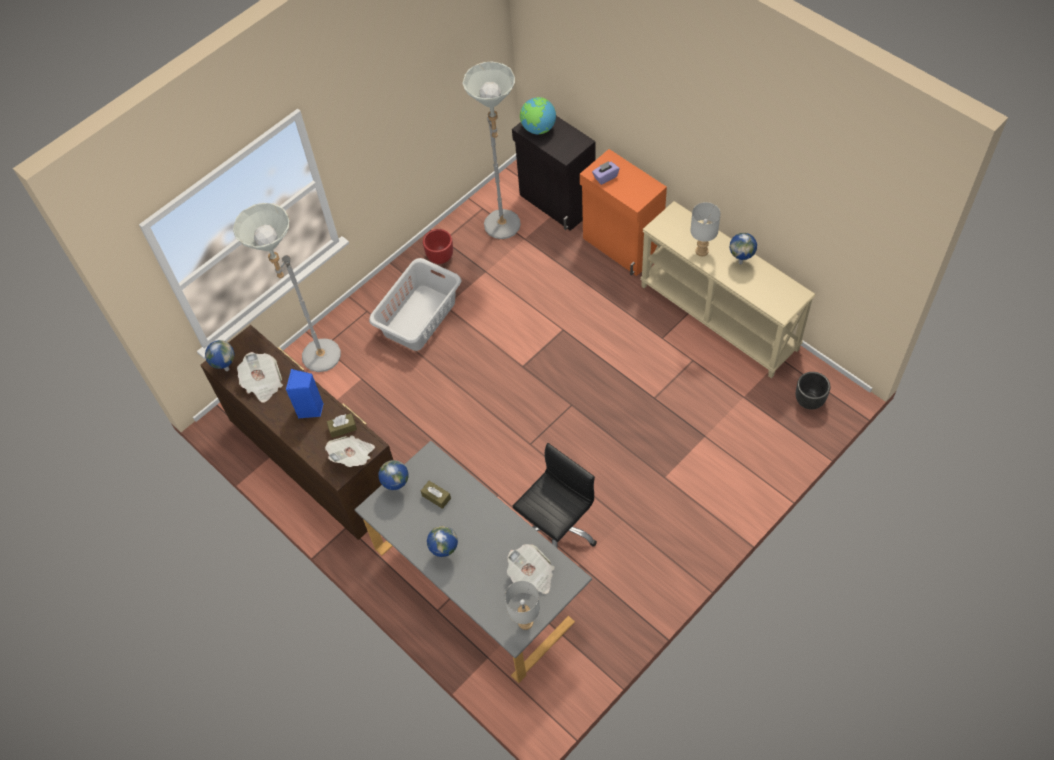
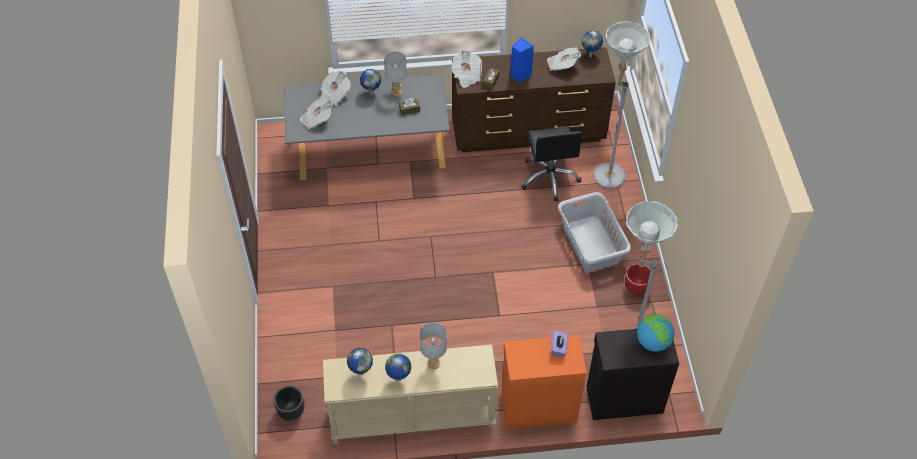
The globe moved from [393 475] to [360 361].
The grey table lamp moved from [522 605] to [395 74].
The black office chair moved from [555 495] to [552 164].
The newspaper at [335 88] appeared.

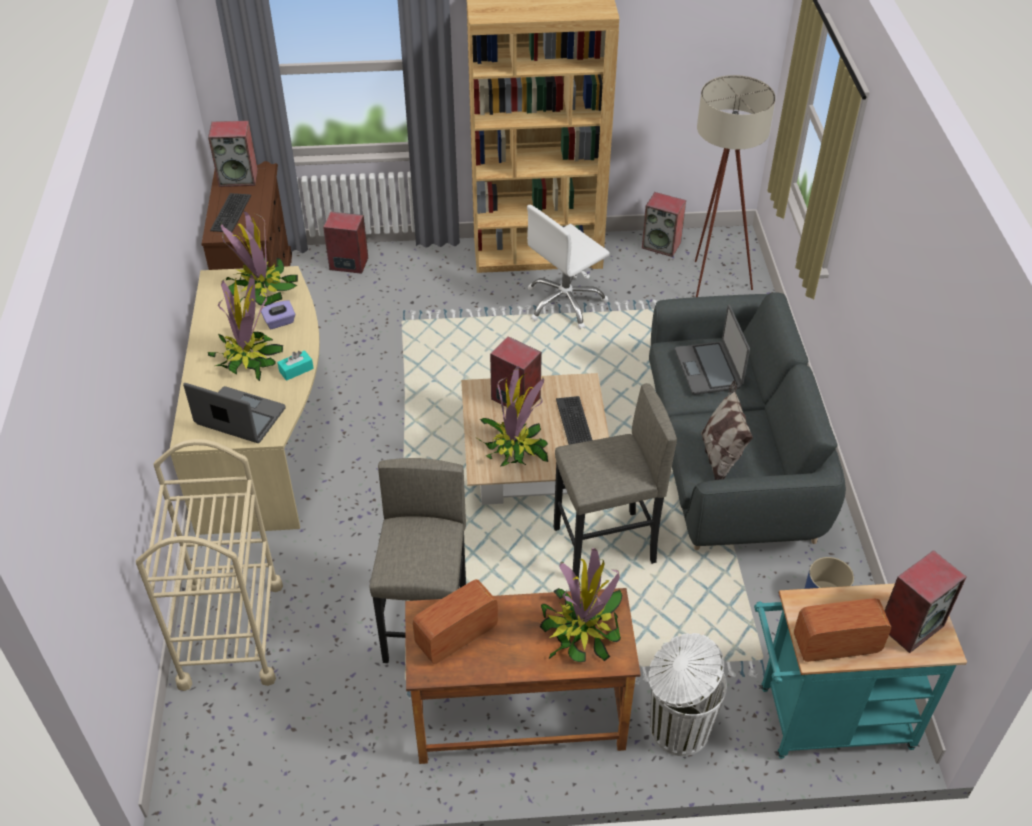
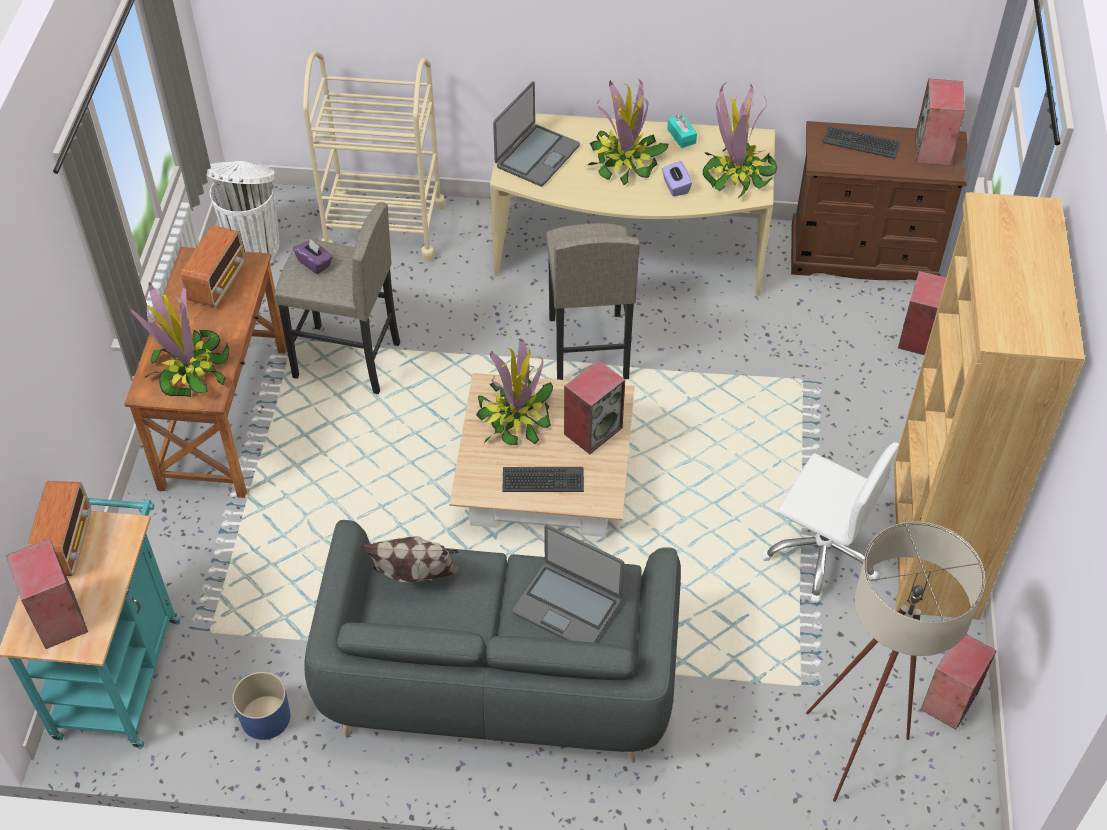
The turquoise tissue box moved from [295 365] to [682 131].
The radio at [455 621] turned 45 degrees clockwise.
The white office chair at [568 267] turned 150 degrees clockwise.
The grey stool moved from [615 480] to [593 301].
The white trash can moved from [687 694] to [242 210].
The laptop at [712 350] turned 150 degrees counterclockwise.
The purple tissue box at [313 256] appeared.

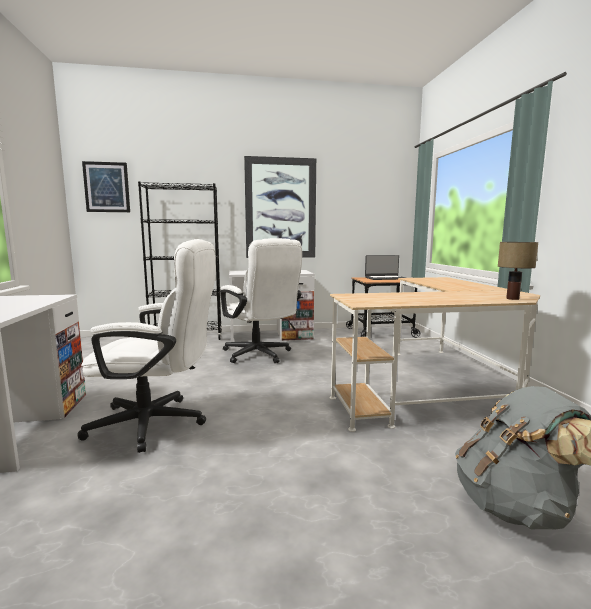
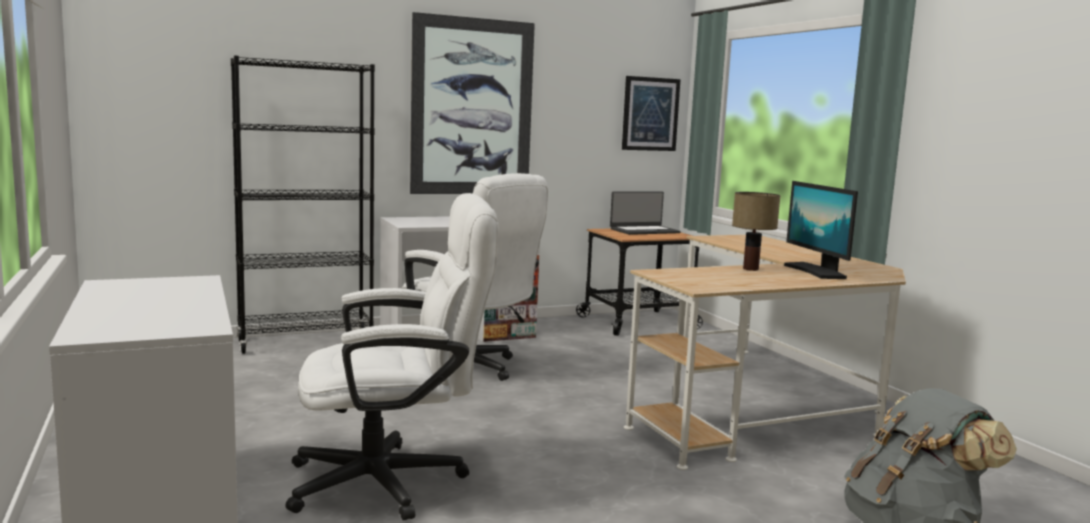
The picture moved from [106 186] to [651 113].
The table lamp moved from [518 271] to [756 231].
The monitor at [821 230] appeared.

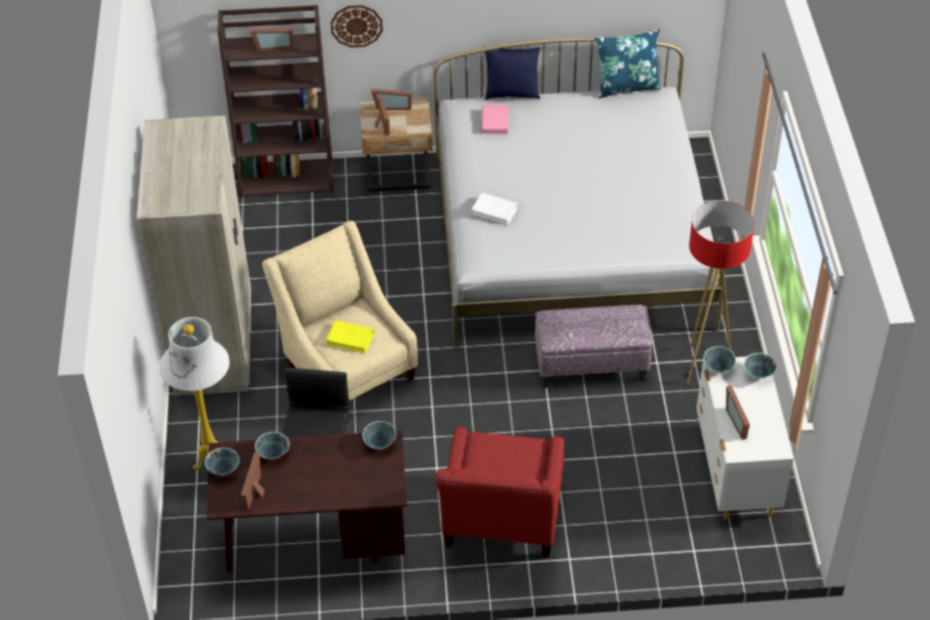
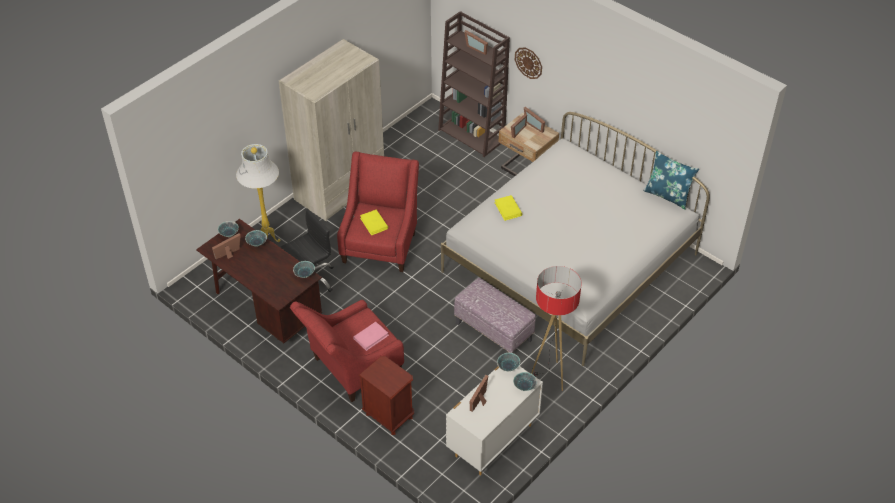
The beige armchair at [340 310] became the red armchair at [378 211].
The white book at [494 209] became the yellow book at [508 208].
The pink book moved from [495 119] to [371 336].
The blue pillow at [512 74] disappeared.
The brown nightstand at [386 395] appeared.

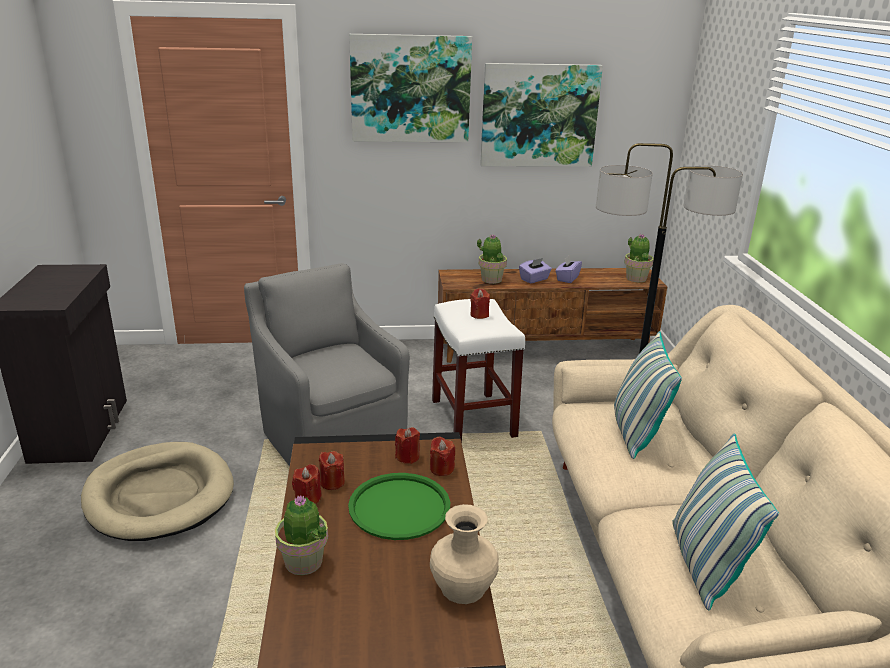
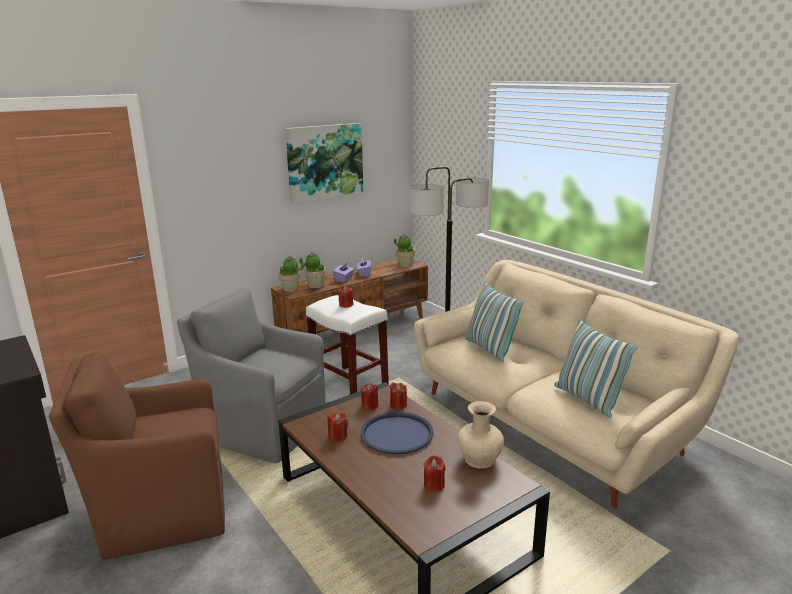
The beige dog bed at [157 491] was replaced by the brown armchair at [137 456].
The potted plant moved from [301 535] to [291 273].
The red candle moved from [307 484] to [434 473].
The green tray at [399 506] became the blue tray at [397 433].
The picture at [410 88] disappeared.

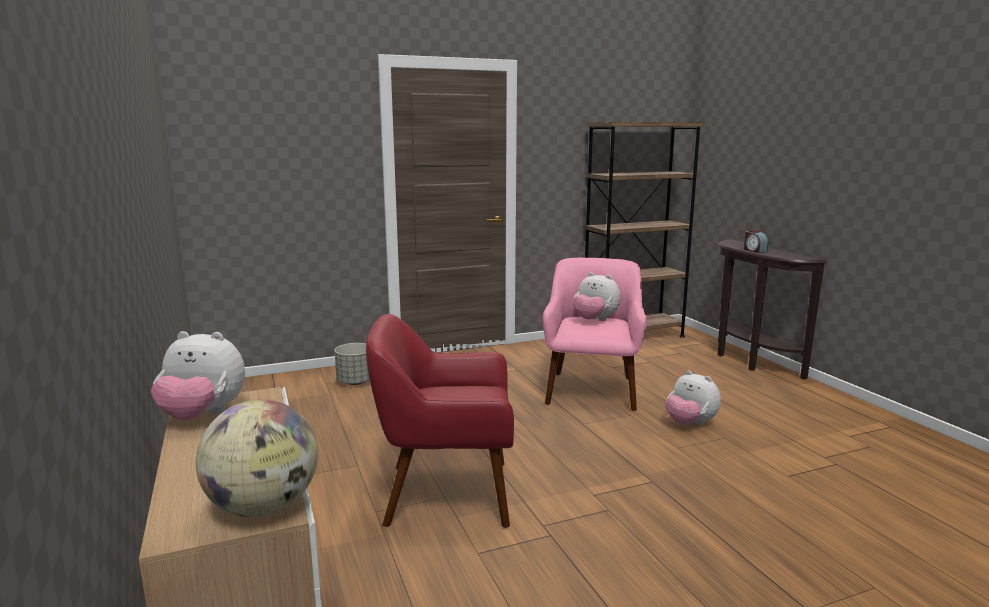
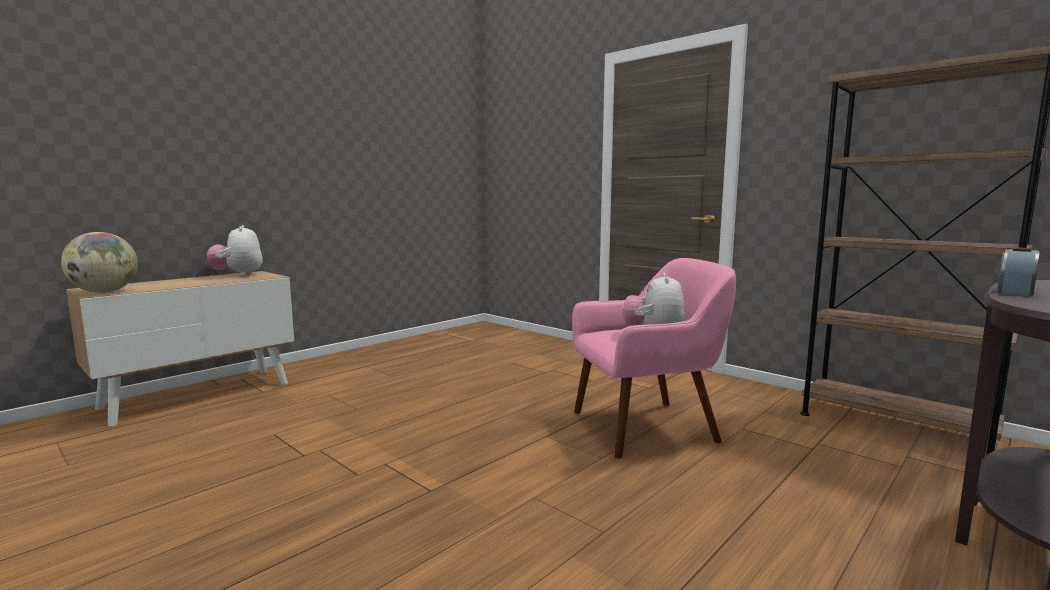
The grey planter at [352 364] disappeared.
The red armchair at [440 421] disappeared.
The plush toy at [693 398] disappeared.

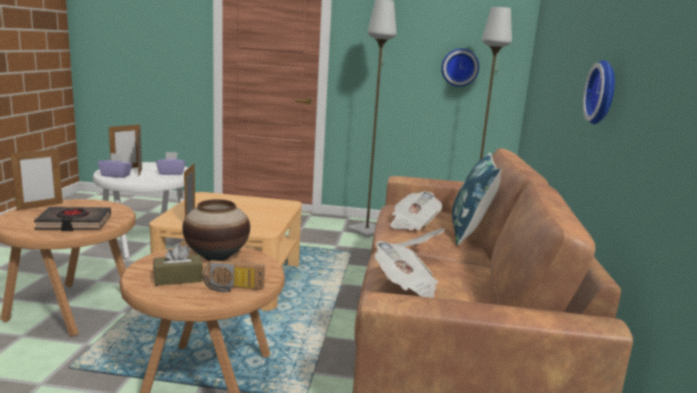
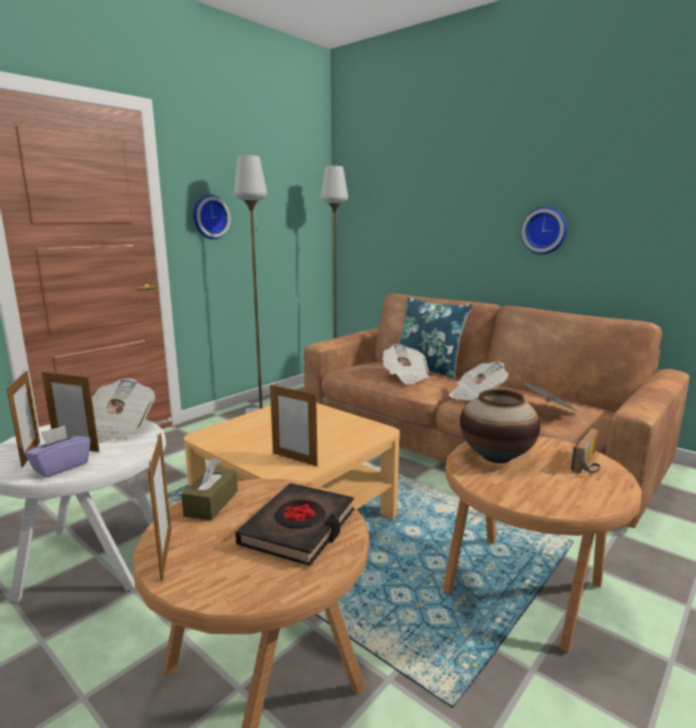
The brown tissue box moved from [178 264] to [209 489].
The purple tissue box at [171 163] was replaced by the newspaper at [123 410].
The wall clock moved from [460 68] to [212 217].

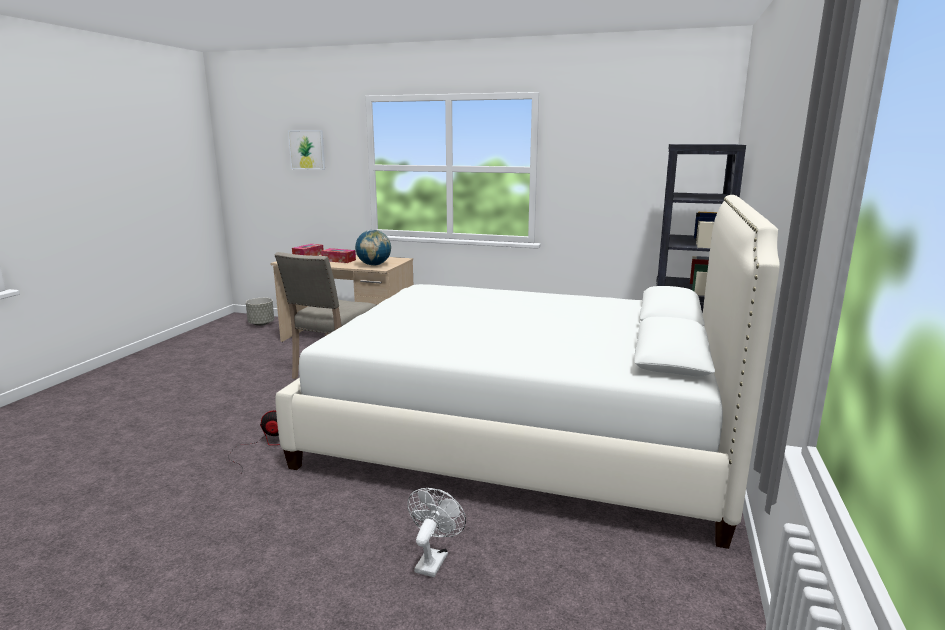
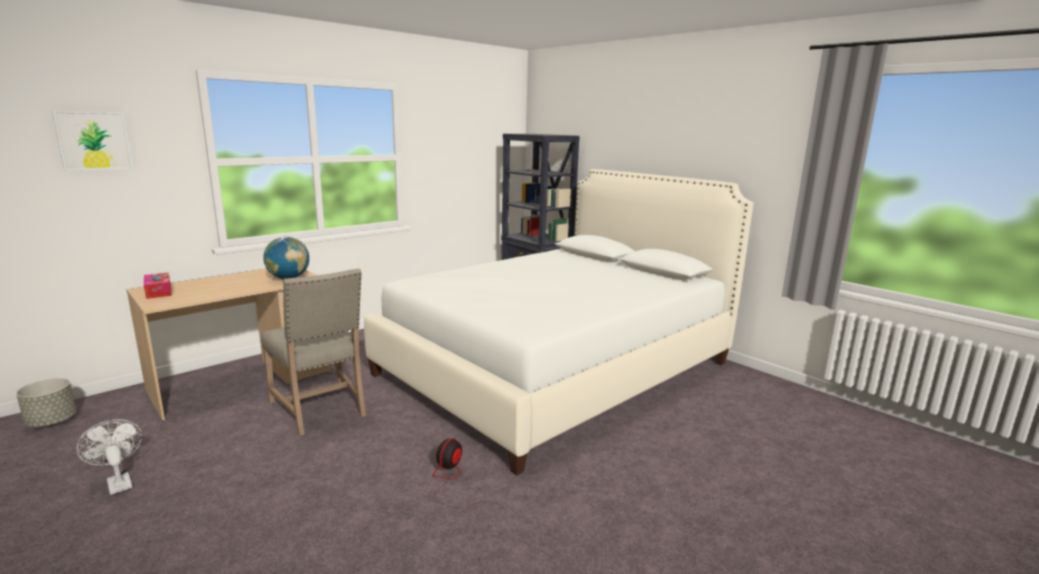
The tissue box at [338 255] disappeared.
The white fan moved from [436 532] to [109 457].

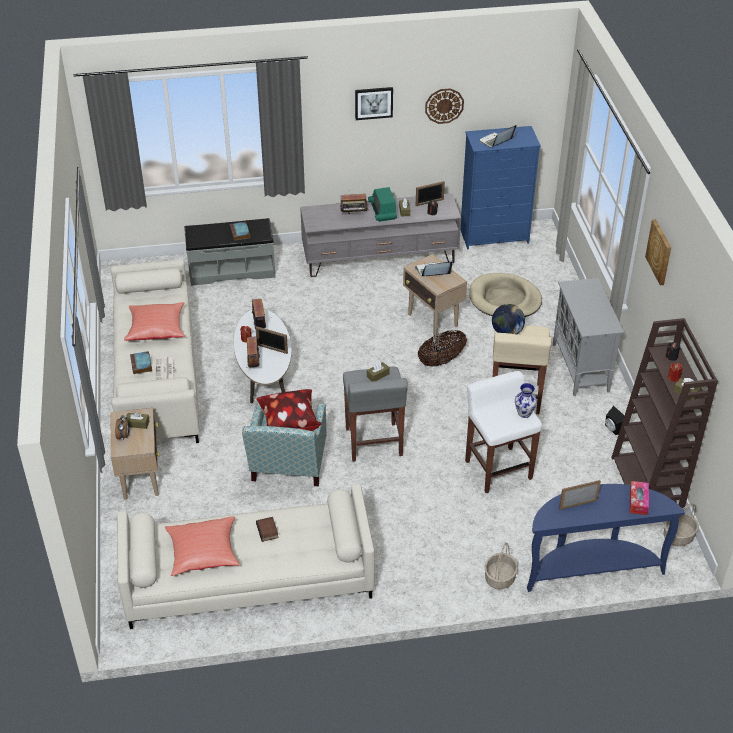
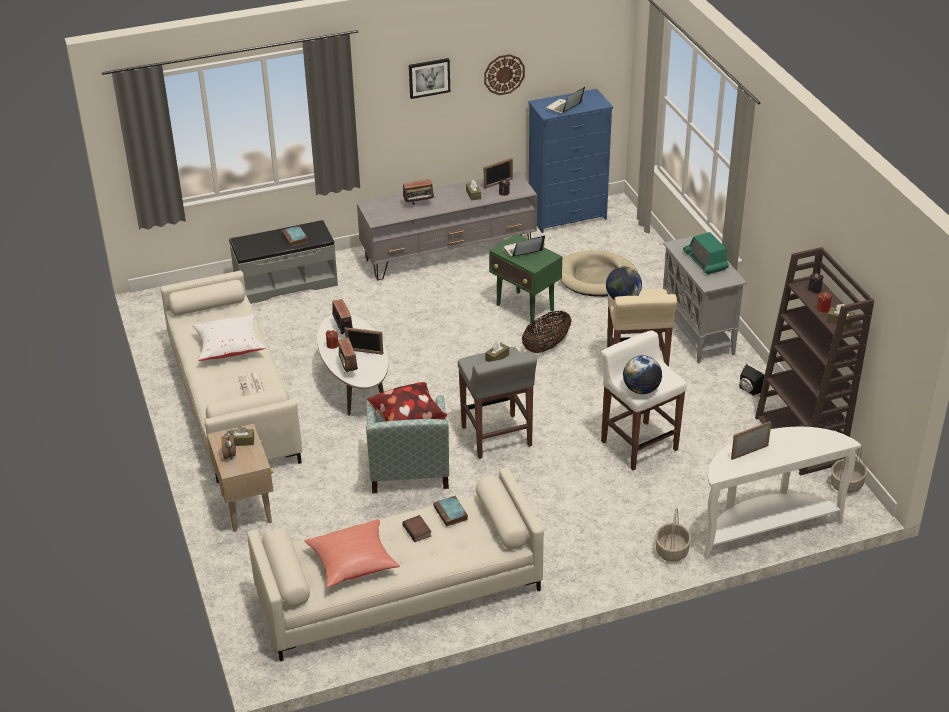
The red pillow at [154 321] became the white pillow at [229 337].
The book moved from [141 362] to [450 511].
The radio moved from [382 204] to [706 253].
The beige side table at [435 295] became the green side table at [525 279].
The vase at [526 400] disappeared.
The blue console table at [606 538] became the white console table at [782 493].
The tissue box at [639 498] disappeared.
The picture at [658 252] disappeared.
The globe at [642 374] appeared.

